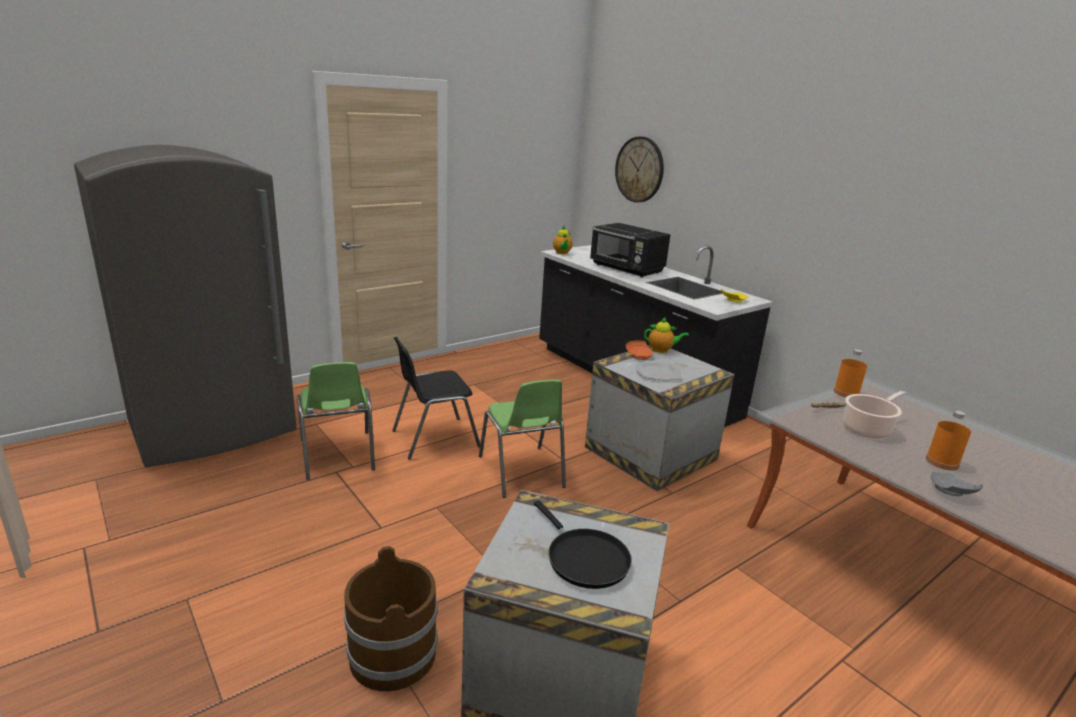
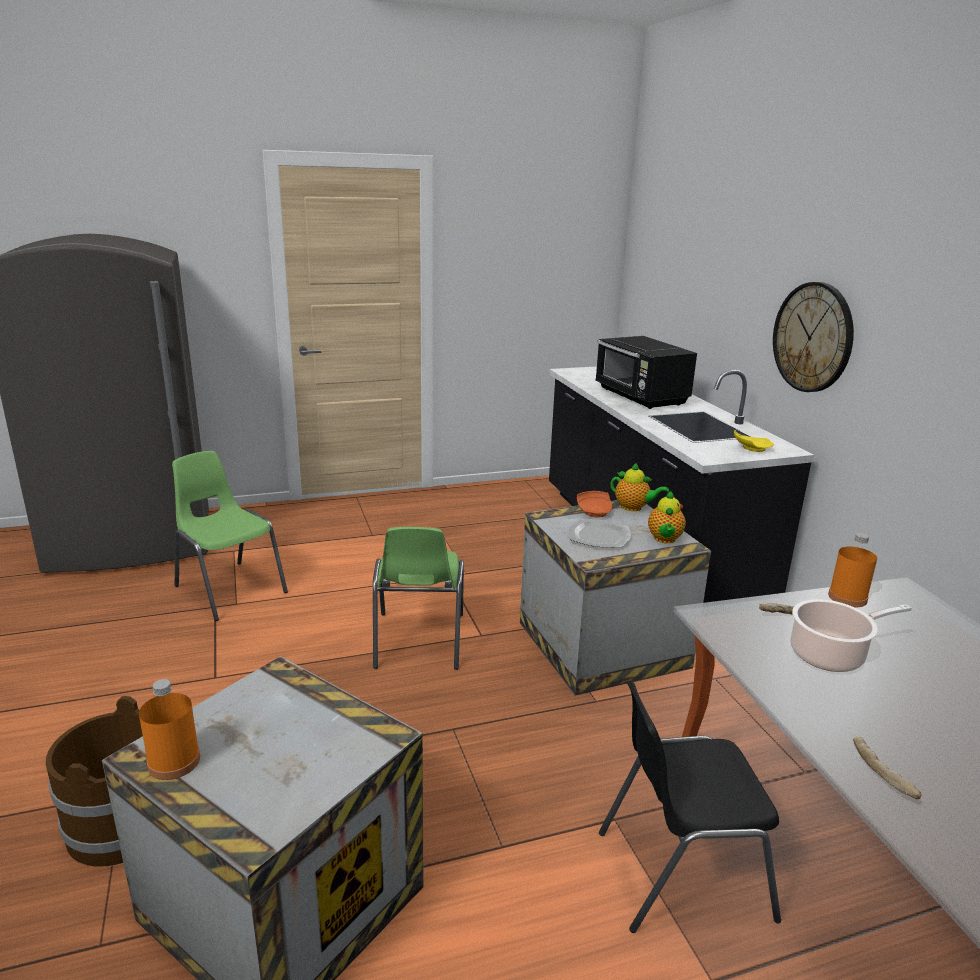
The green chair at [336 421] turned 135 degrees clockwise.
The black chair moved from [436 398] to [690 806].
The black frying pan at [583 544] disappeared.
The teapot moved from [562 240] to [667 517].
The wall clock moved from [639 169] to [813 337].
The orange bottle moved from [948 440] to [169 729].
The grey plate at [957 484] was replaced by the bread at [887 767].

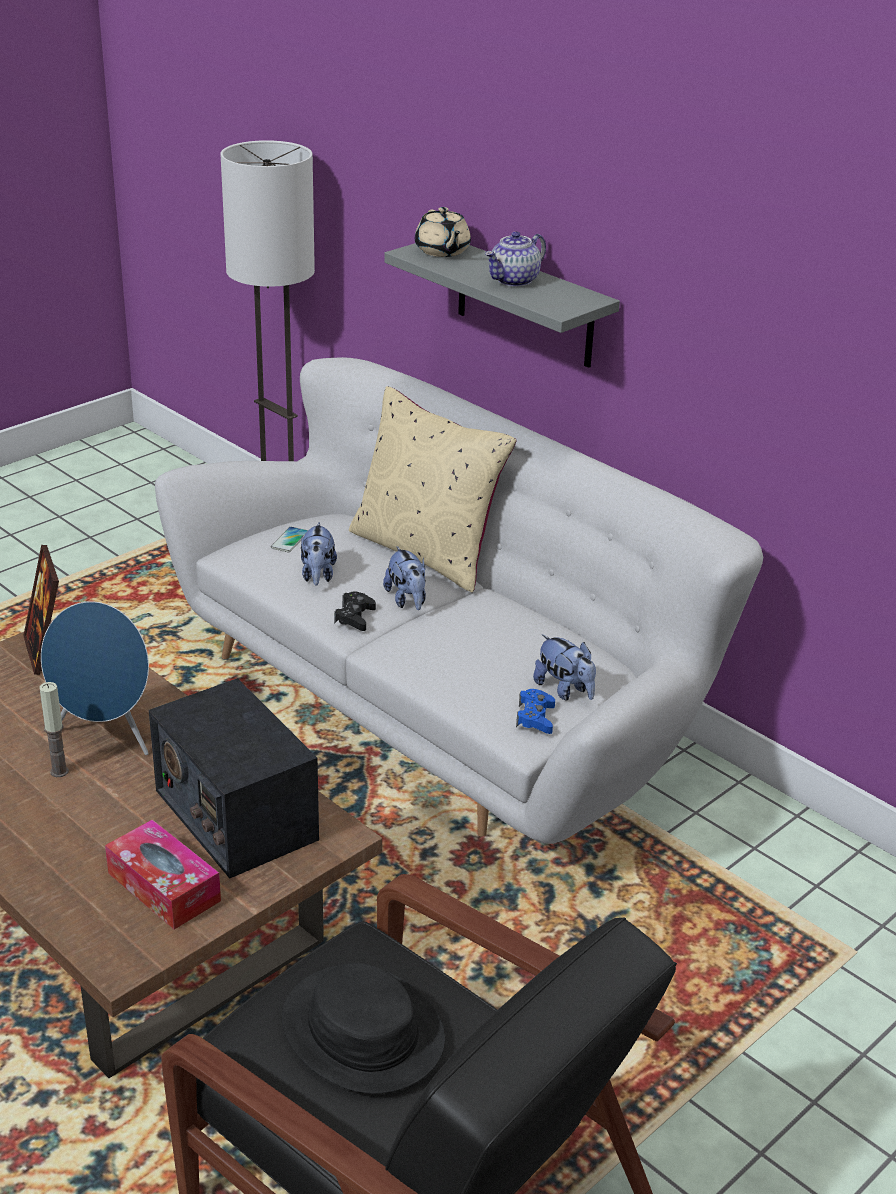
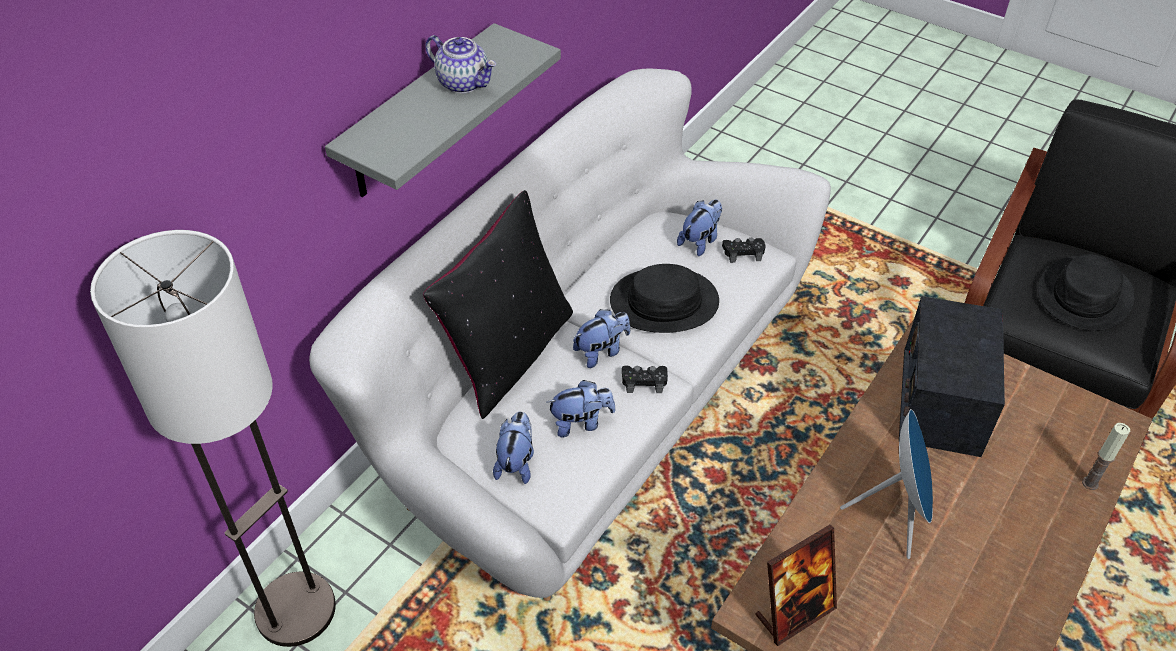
The candle moved from [54 729] to [1106 456].
The tissue box at [163 874] disappeared.
The radio at [234 778] turned 150 degrees clockwise.
The phone at [289 539] was replaced by the plush toy at [513 447].
The beige pillow at [433 489] became the black pillow at [498 304].
The beige teapot at [443 232] disappeared.
The blue game controller at [535 711] became the black game controller at [744 250].
The black hat at [664 298] appeared.

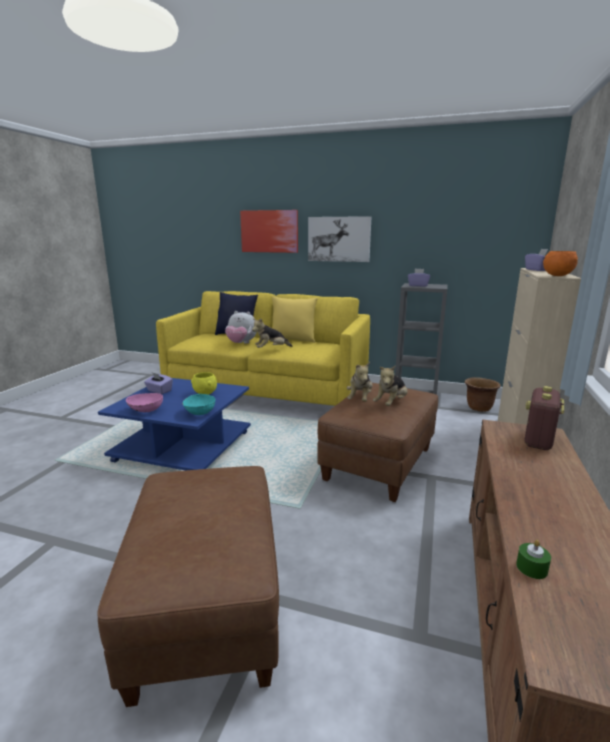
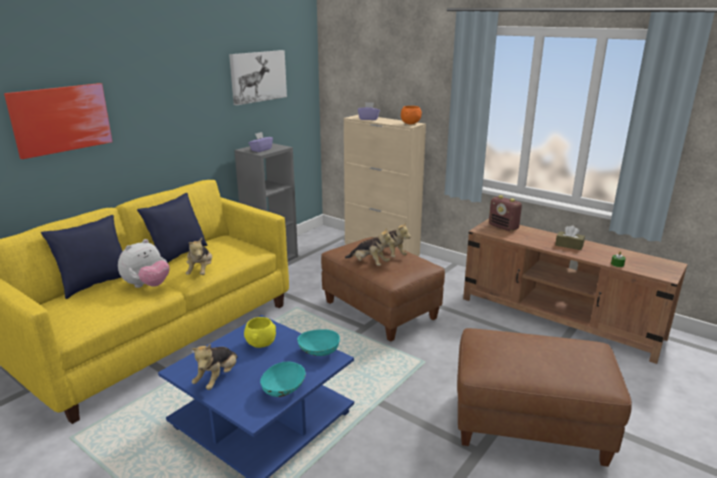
The pink bowl at [144 402] became the turquoise bowl at [283 379].
The purple tissue box at [158 383] was replaced by the plush toy at [215 367].
The yellow pillow at [294 319] became the blue pillow at [172 228].
The picture moved from [339 239] to [258 77].
The brown planter at [482 394] disappeared.
The brown tissue box at [570 237] appeared.

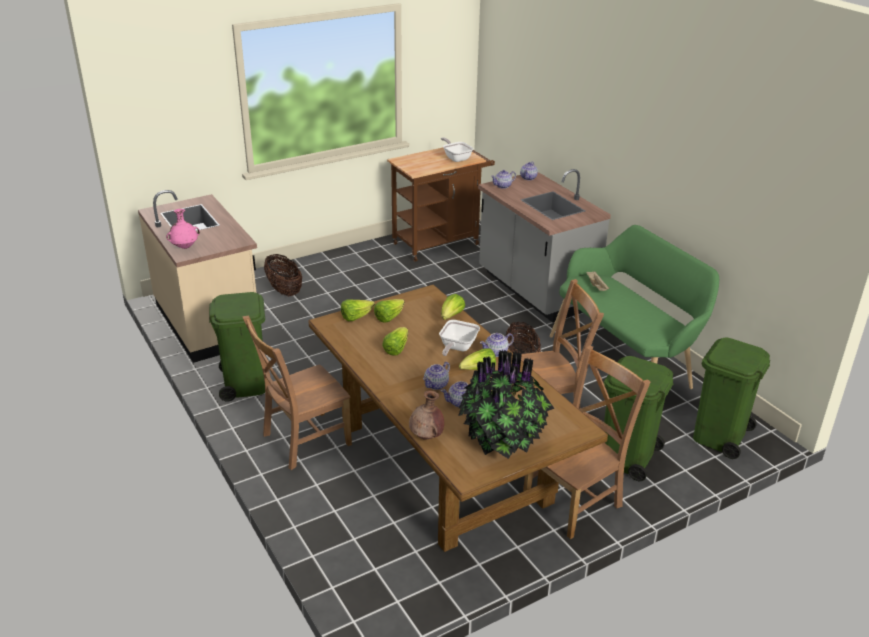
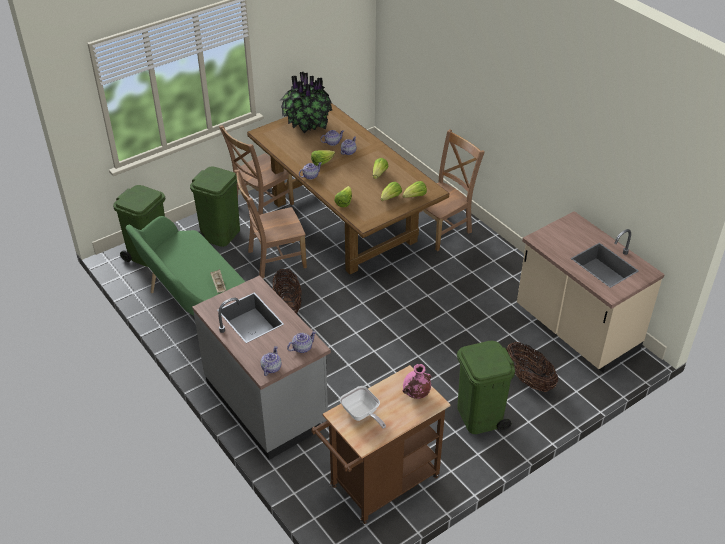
The pink vase moved from [183 229] to [417 381].
The green trash can moved from [237 346] to [486 387].
The brown vase at [426 415] disappeared.
The frying pan at [459 338] disappeared.

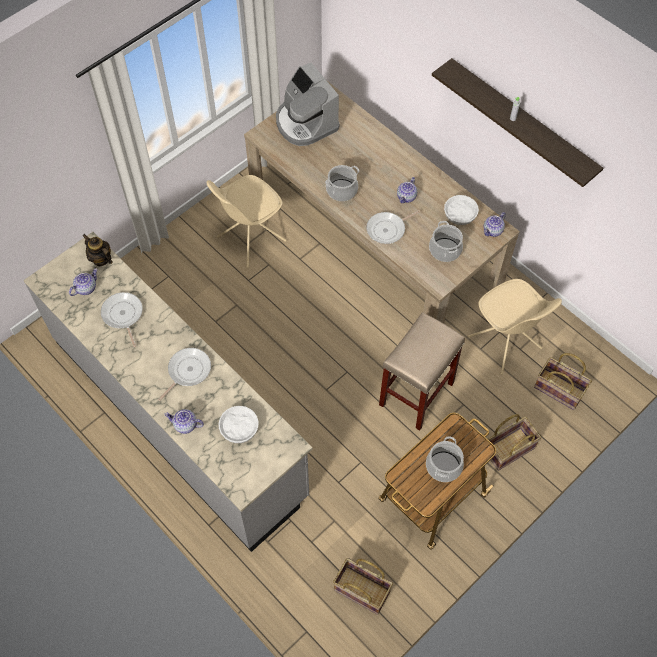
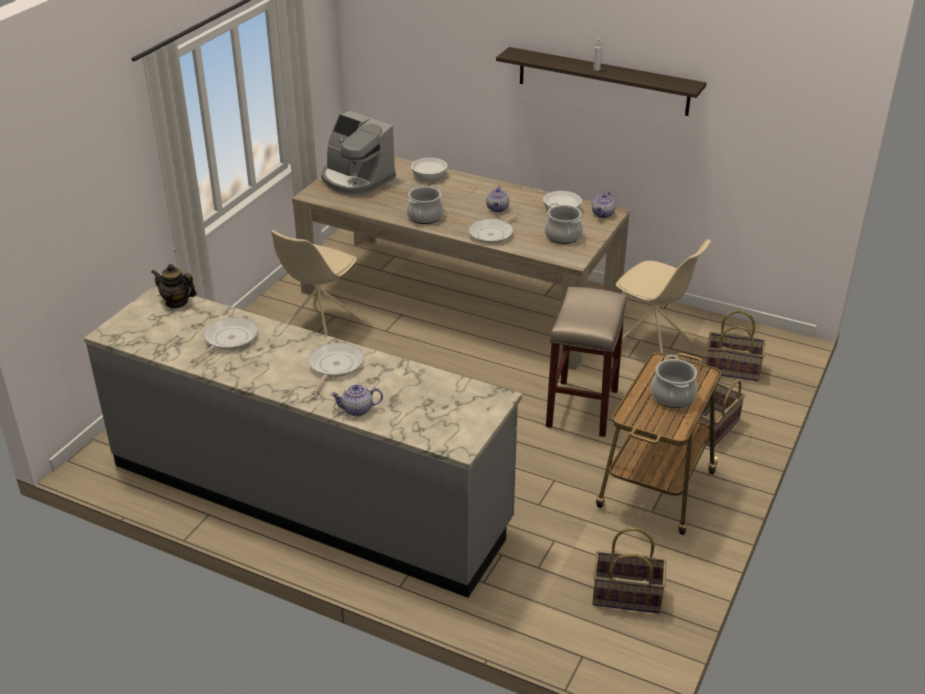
The teapot at [83 282] disappeared.
The frying pan at [122 319] turned 75 degrees clockwise.
The white bowl moved from [238 424] to [429 170].

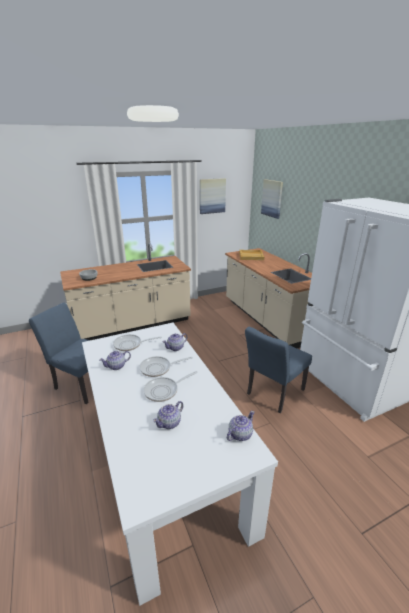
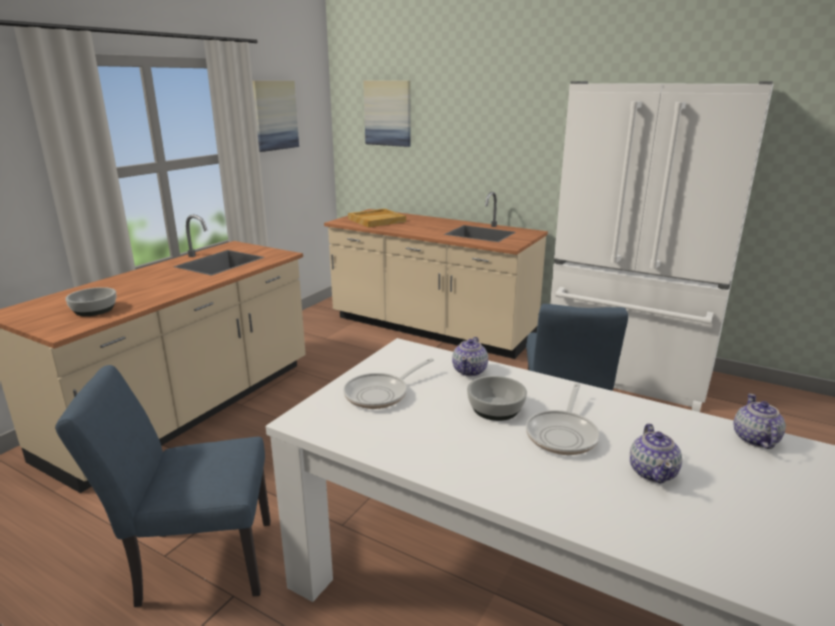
The teapot at [115 360] disappeared.
The frying pan at [166 366] was replaced by the bowl at [497 398].

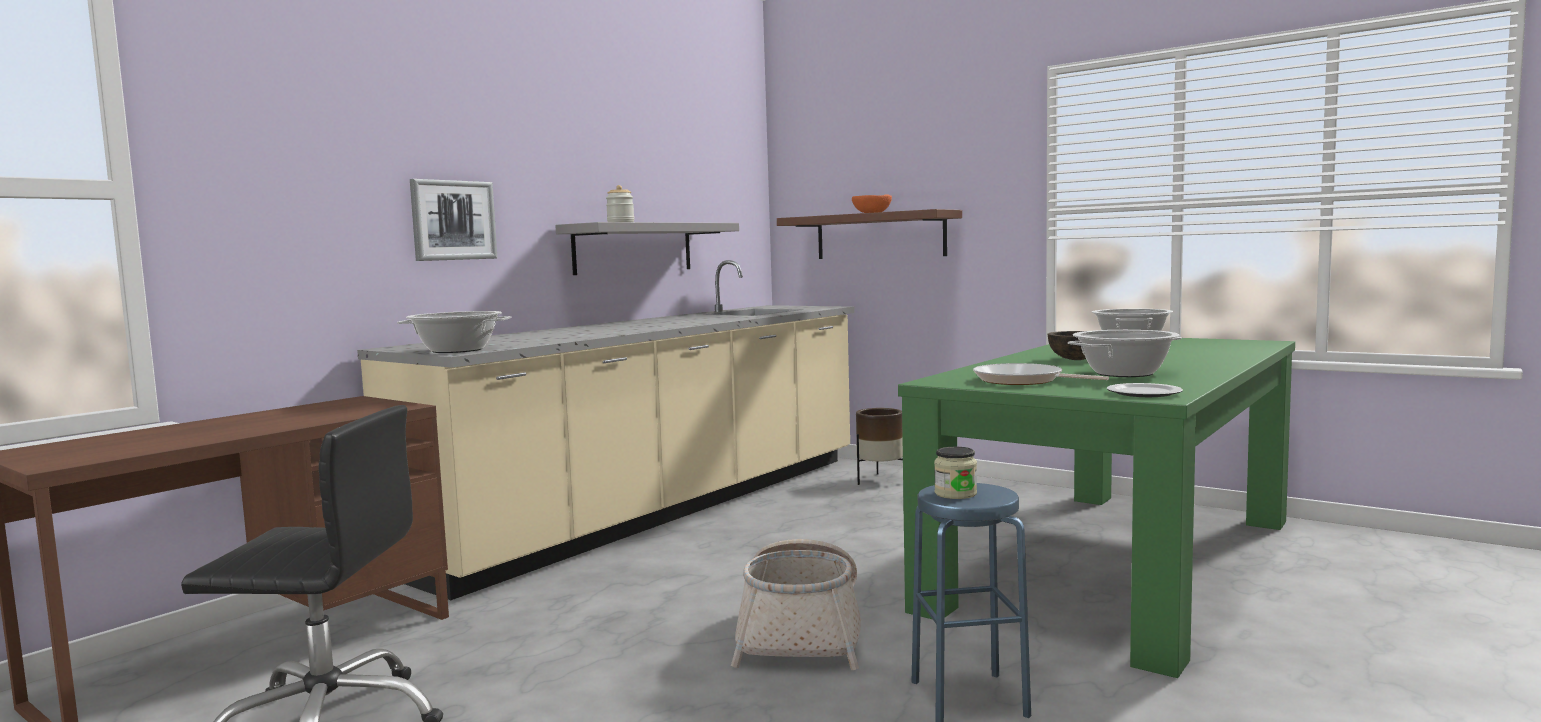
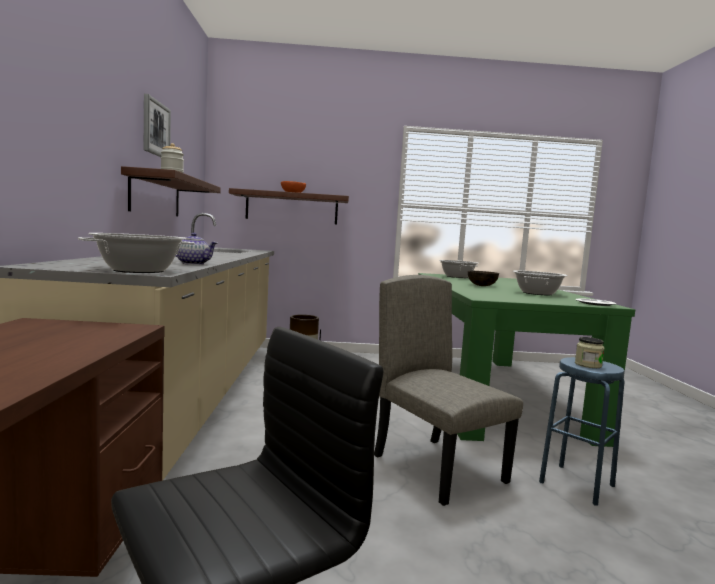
The picture moved from [453 220] to [157 125].
The grey shelf at [647 248] became the brown shelf at [171 191].
The basket at [796 604] was replaced by the beige chair at [448 390].
The frying pan at [1041 374] disappeared.
The teapot at [197 249] appeared.

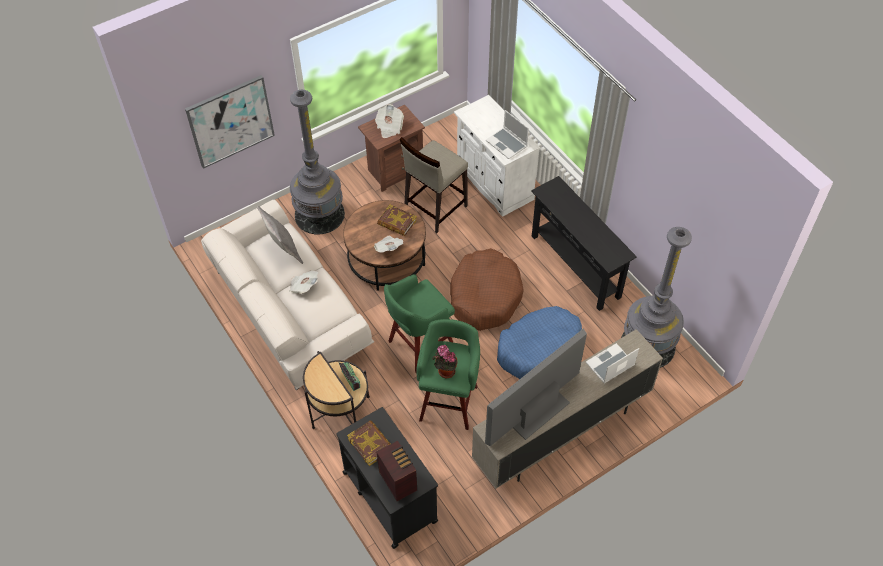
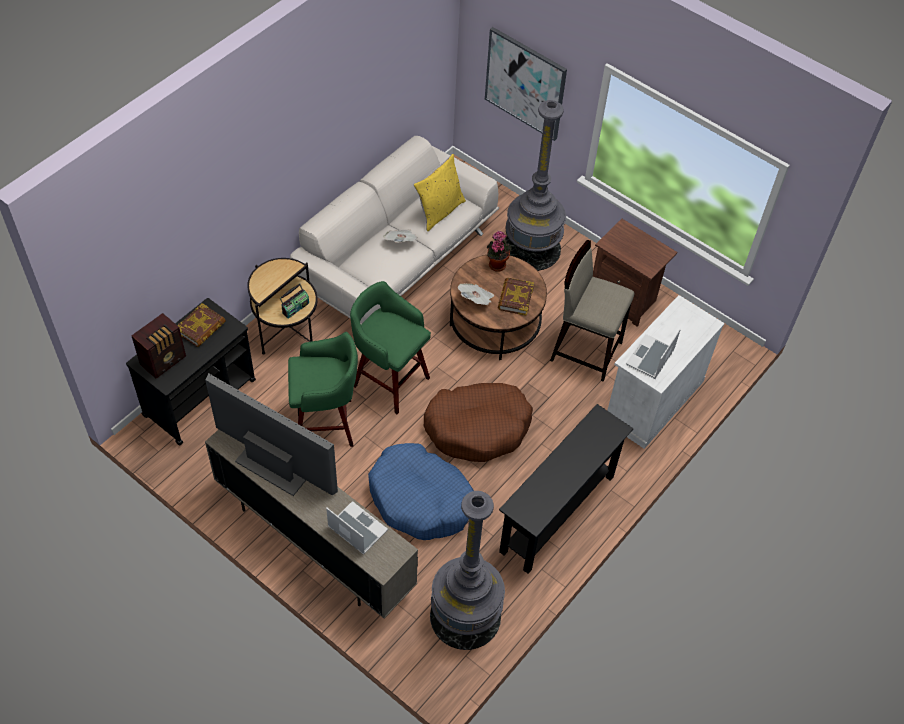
The grey pillow at [280 235] became the yellow pillow at [439 192].
The newspaper at [389 121] disappeared.
The potted plant moved from [445 362] to [499 251].

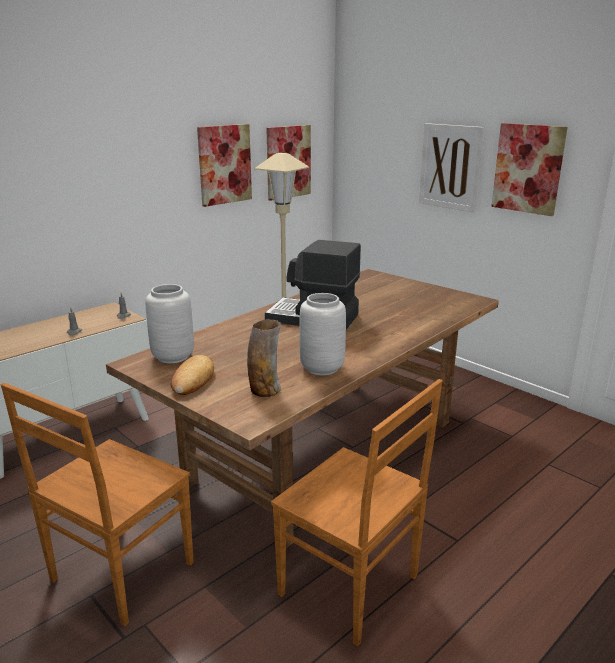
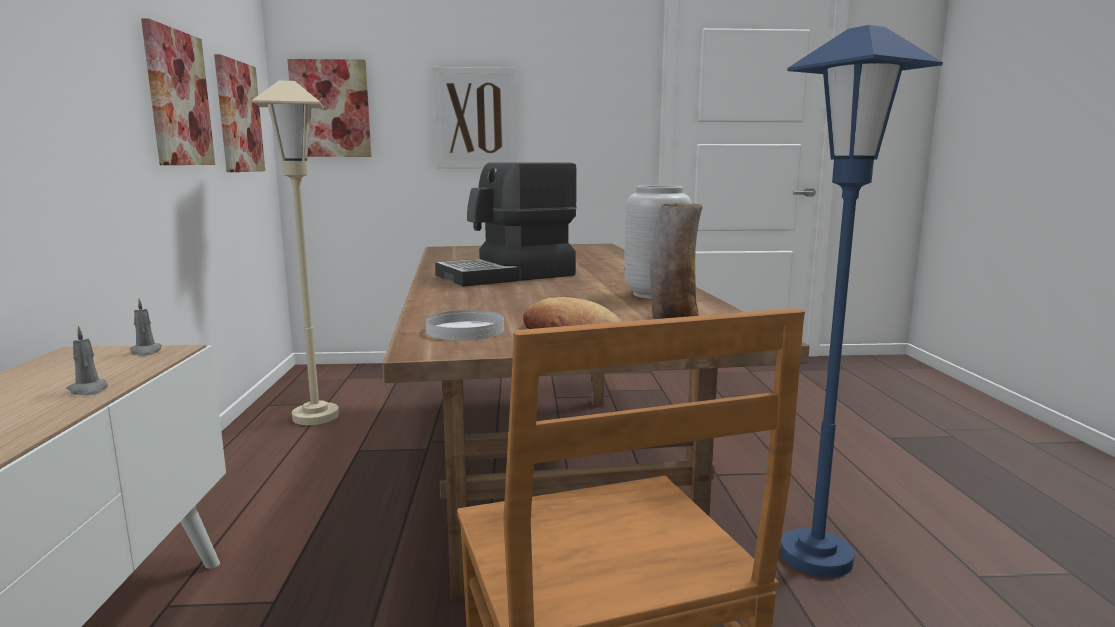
The grey vase at [169 323] was replaced by the white plate at [465 325].
The brown chair at [357 512] was replaced by the blue floor lamp at [861 301].
The picture moved from [529 169] to [329 108].

